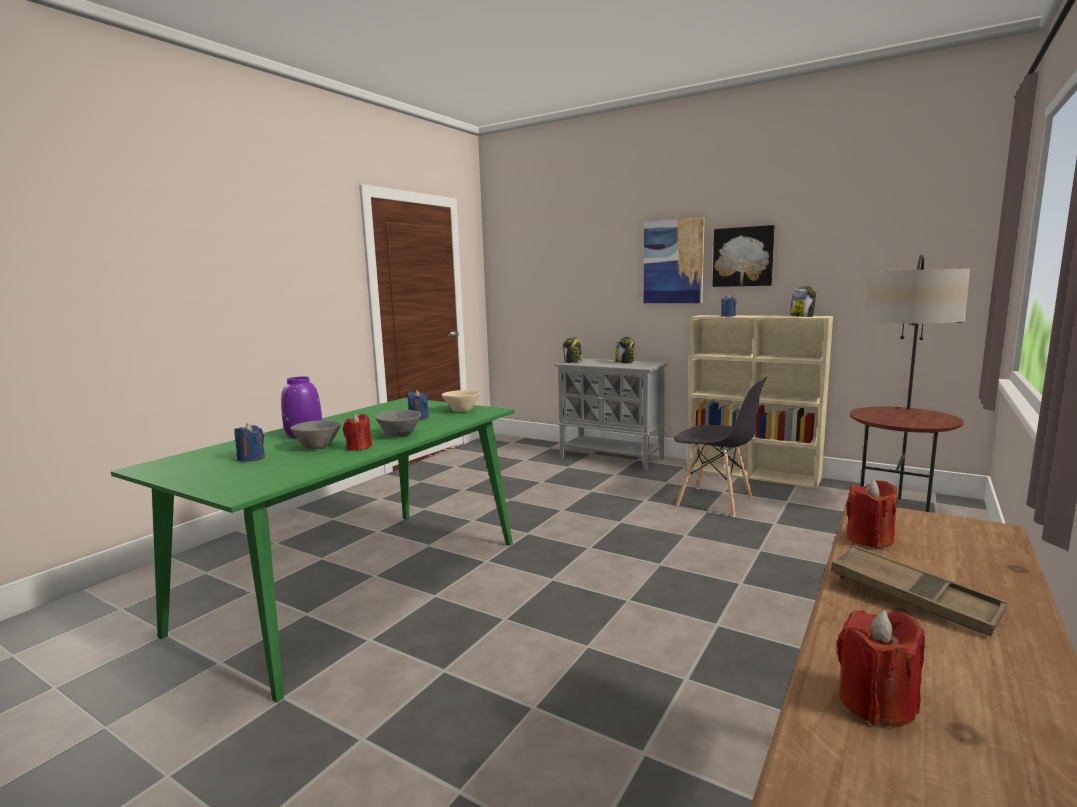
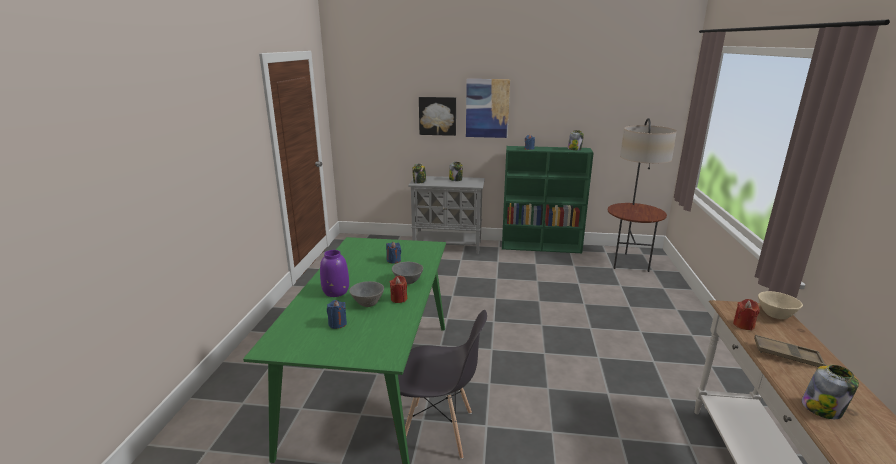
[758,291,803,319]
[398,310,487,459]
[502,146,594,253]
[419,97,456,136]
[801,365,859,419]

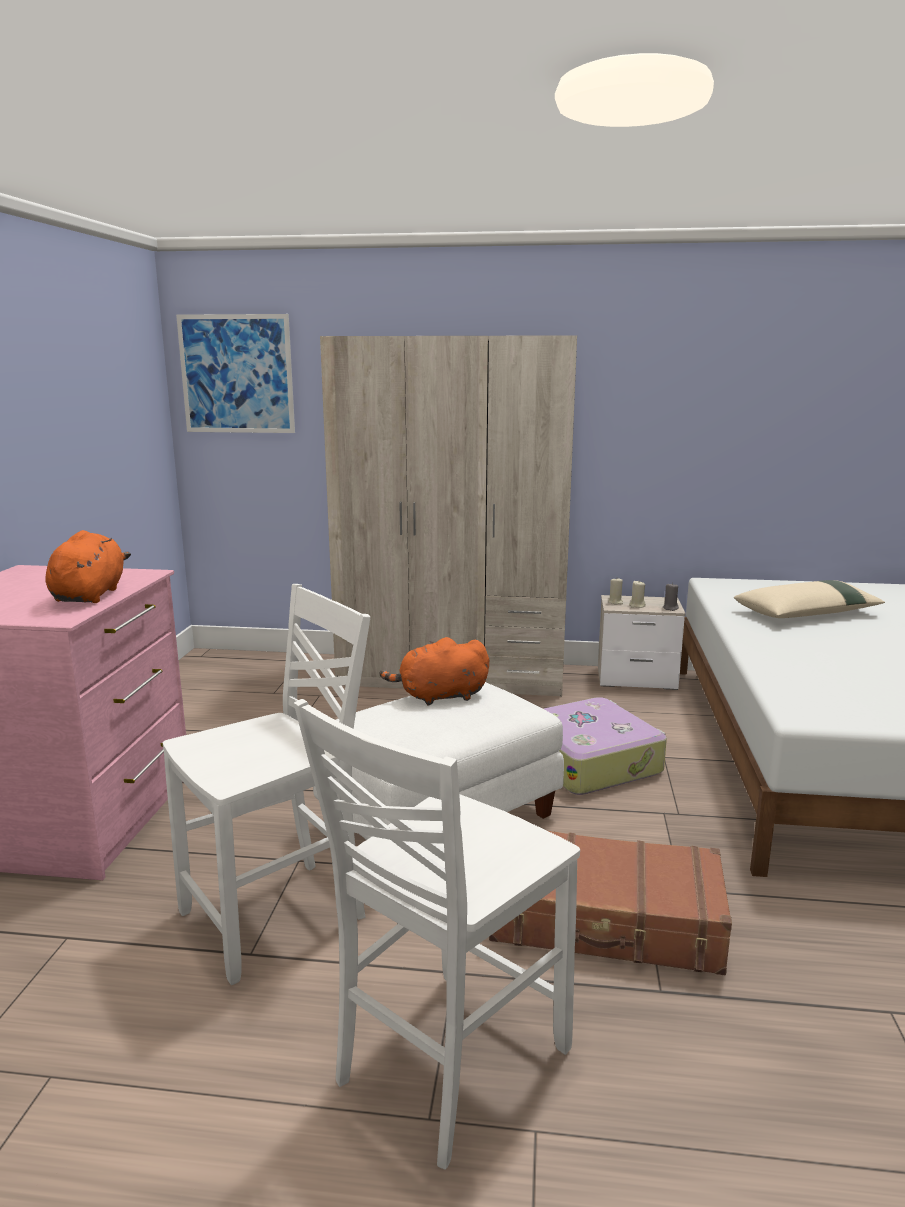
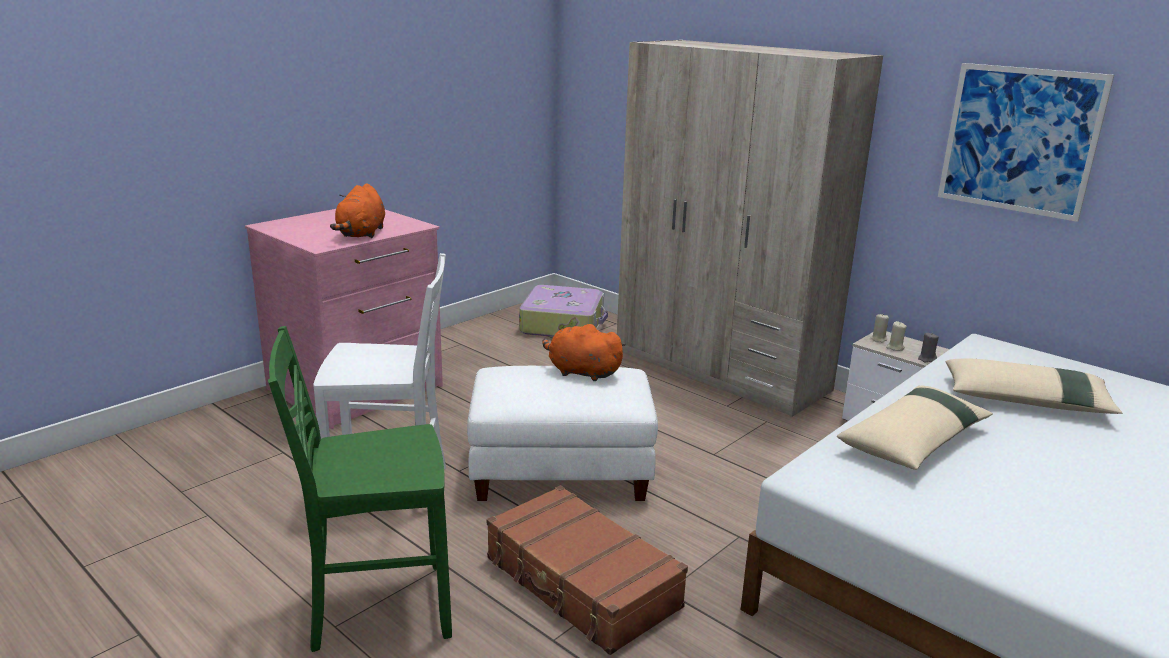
[330,184,385,238]
[938,63,1114,222]
[268,326,452,652]
[519,285,608,337]
[837,386,993,470]

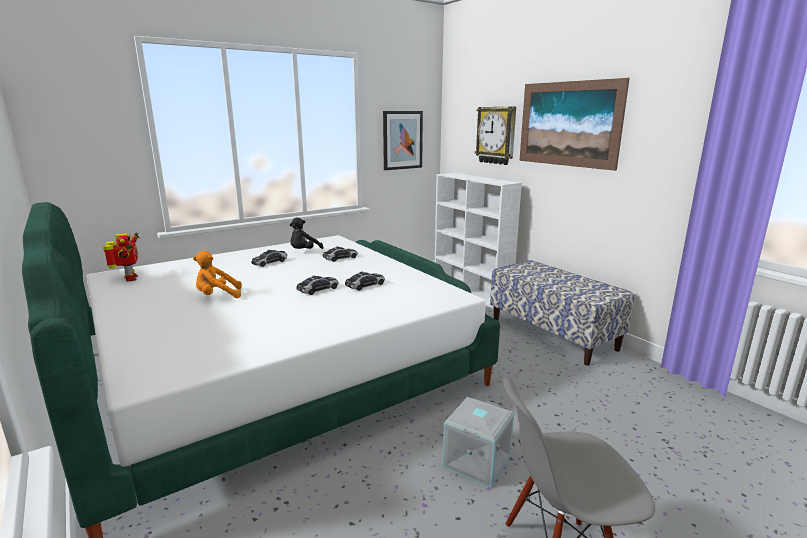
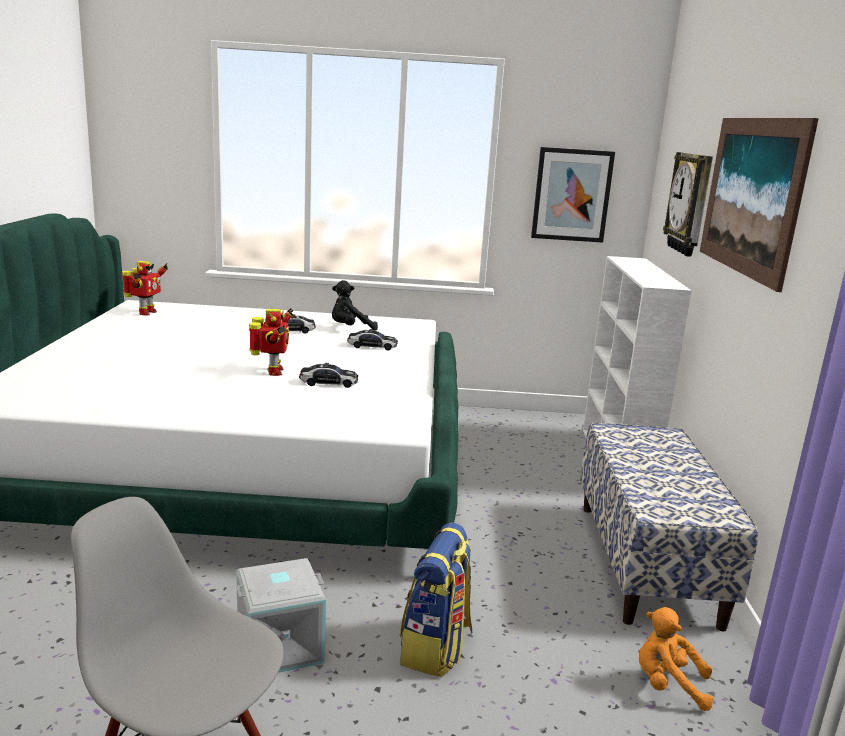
[639,607,714,711]
[249,308,294,376]
[400,522,472,677]

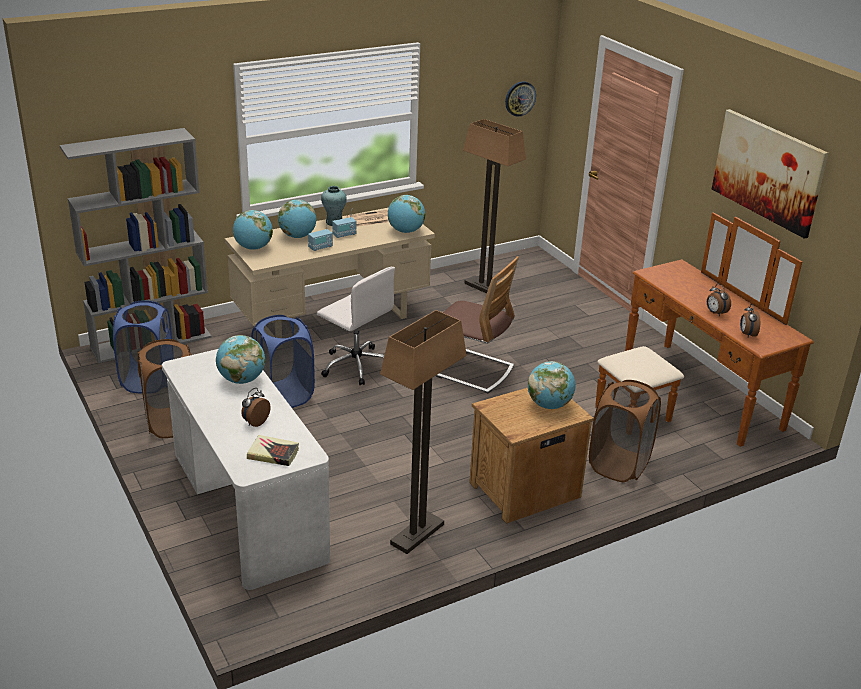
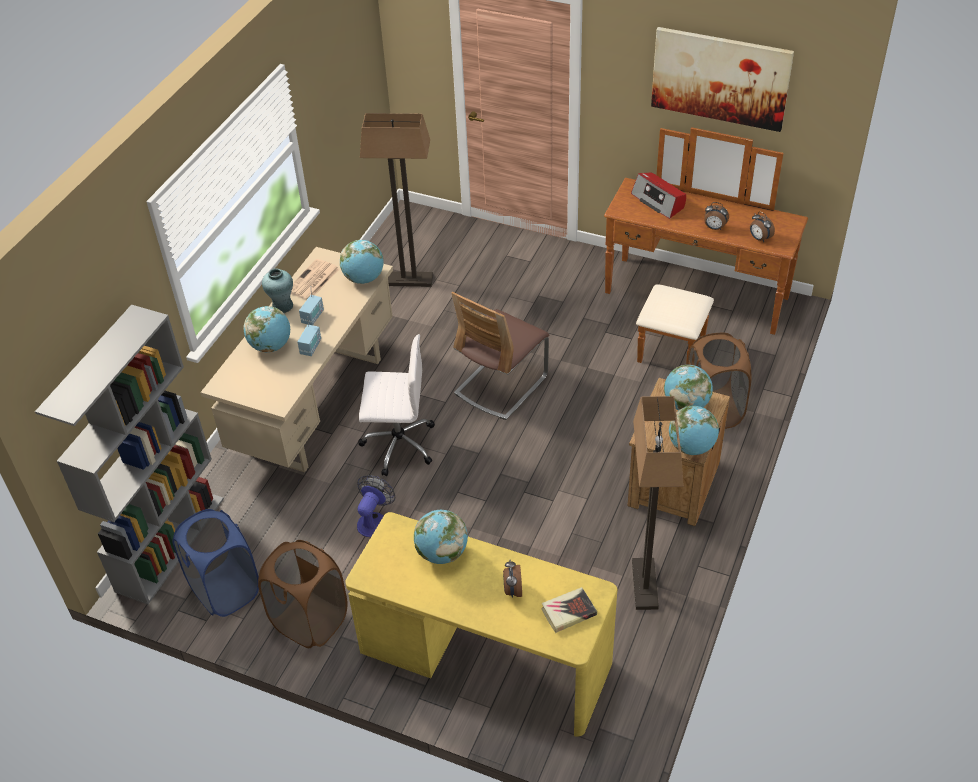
[345,512,618,736]
[669,405,719,455]
[357,475,395,537]
[451,292,549,420]
[505,81,536,117] (first image)
[631,172,686,219]

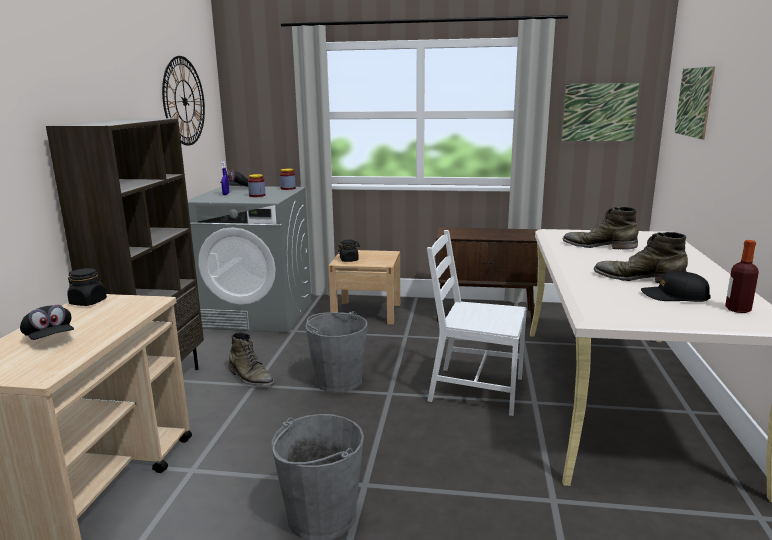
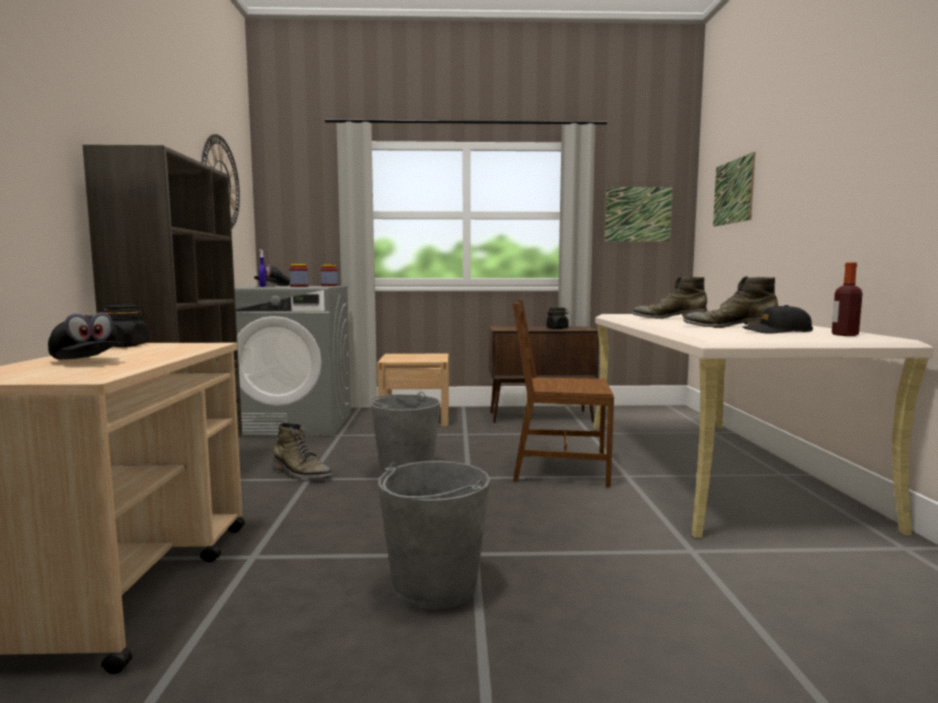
[547,307,569,329]
[513,300,614,488]

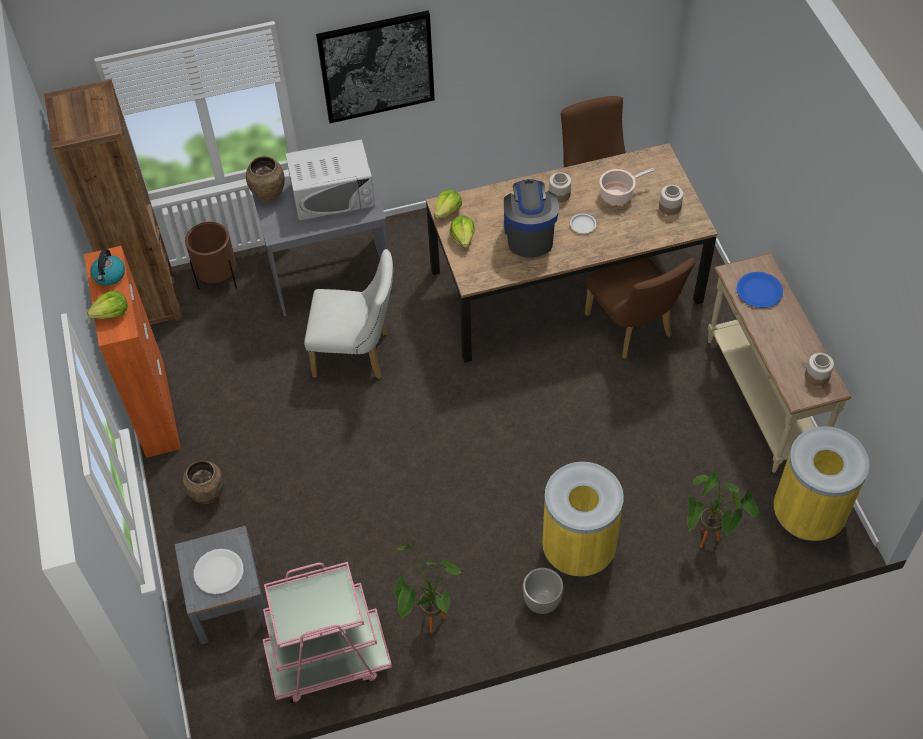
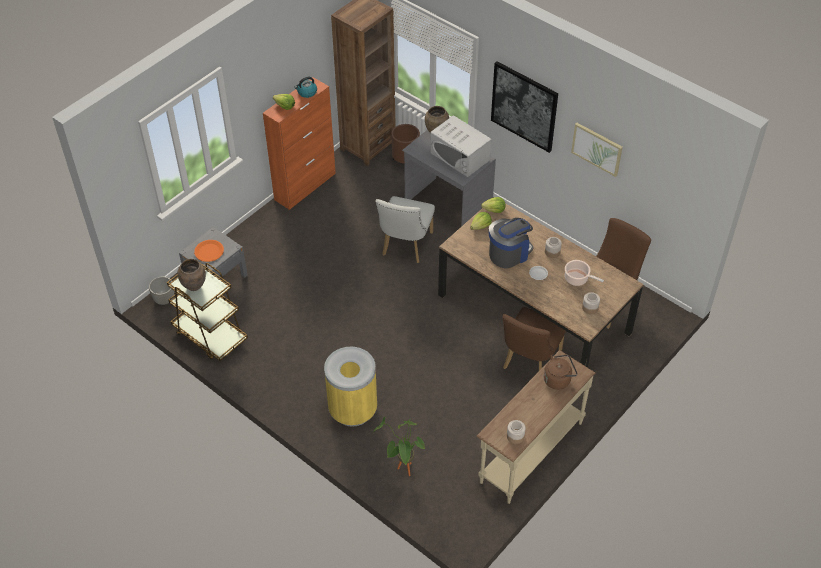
[178,259,206,291]
[194,240,224,262]
[167,263,248,361]
[376,196,435,263]
[393,539,462,633] (first image)
[149,277,174,305]
[544,355,577,390]
[774,426,870,541] (first image)
[571,123,623,177]

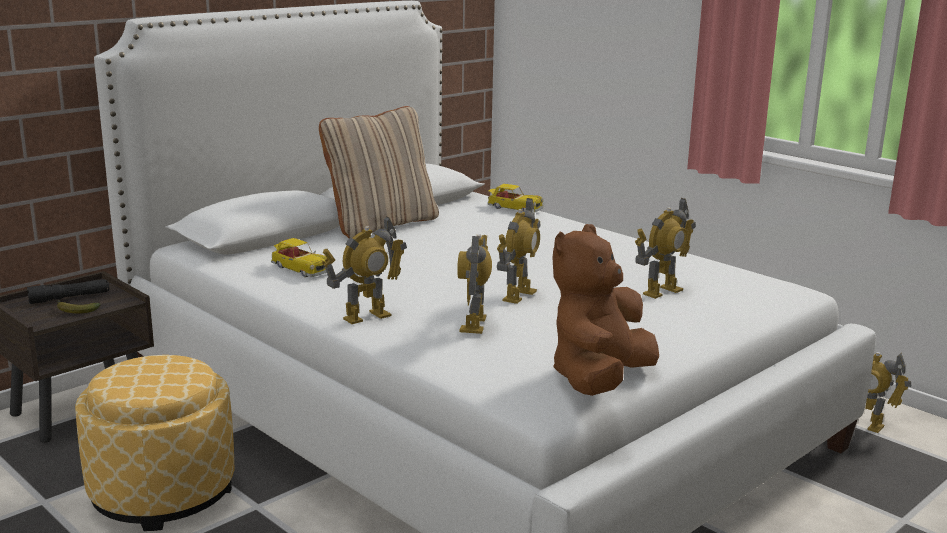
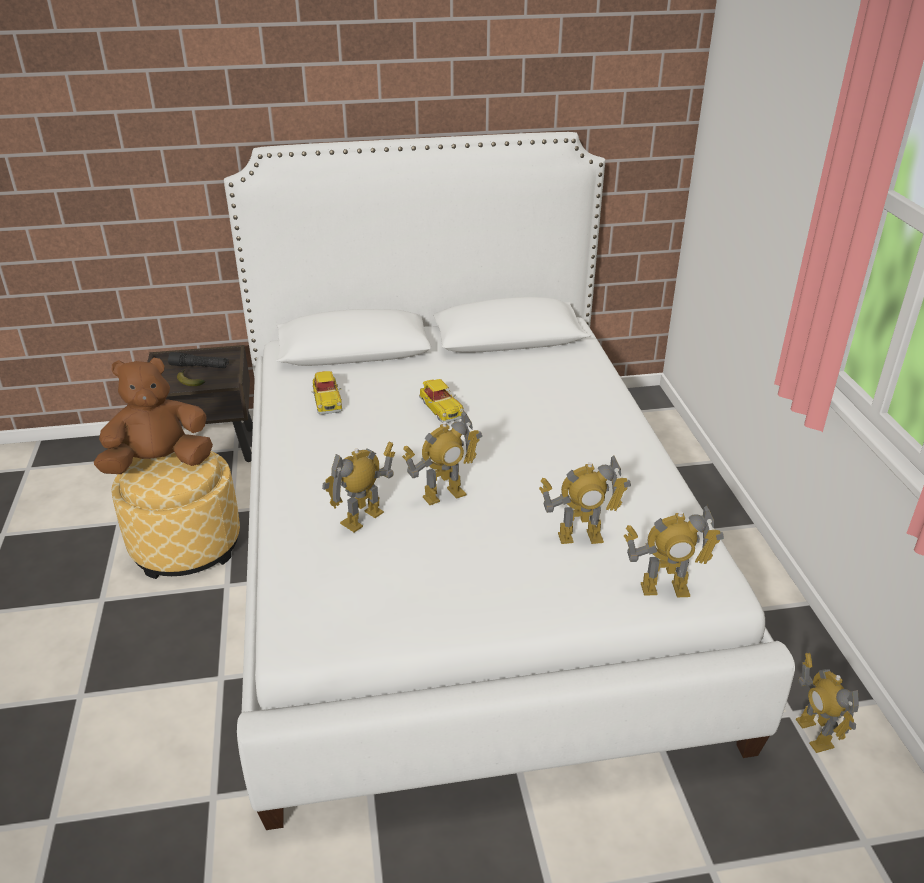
[319,106,439,238] (first image)
[624,505,724,597]
[419,379,464,423]
[94,357,213,474]

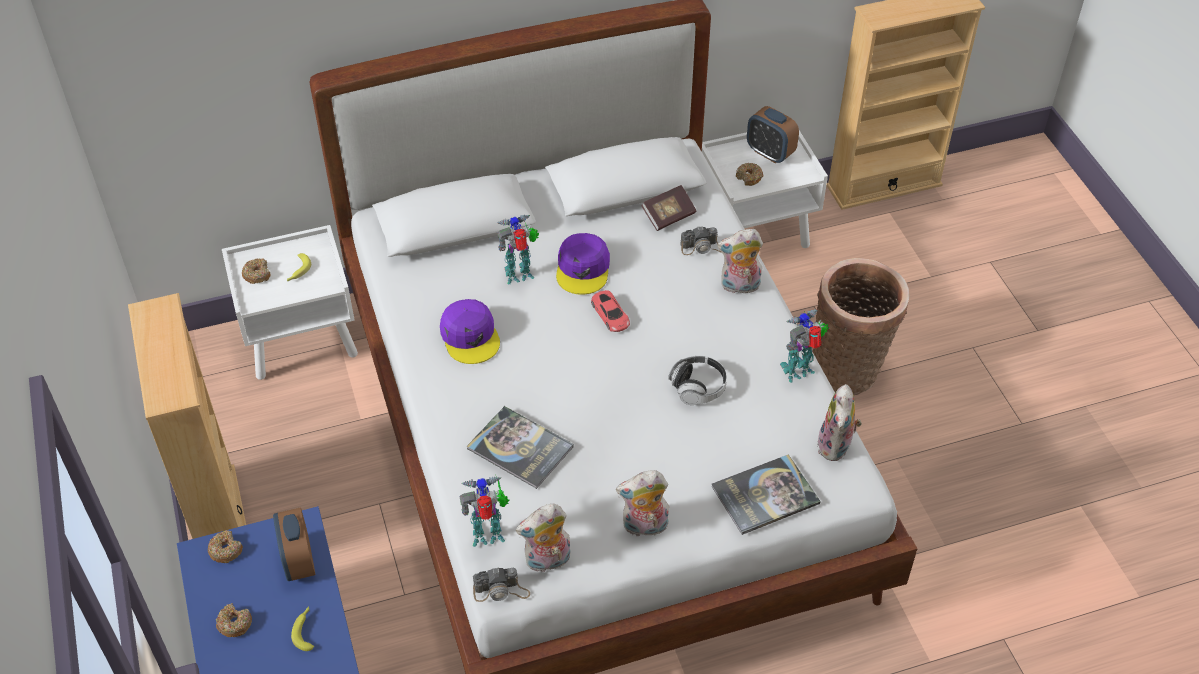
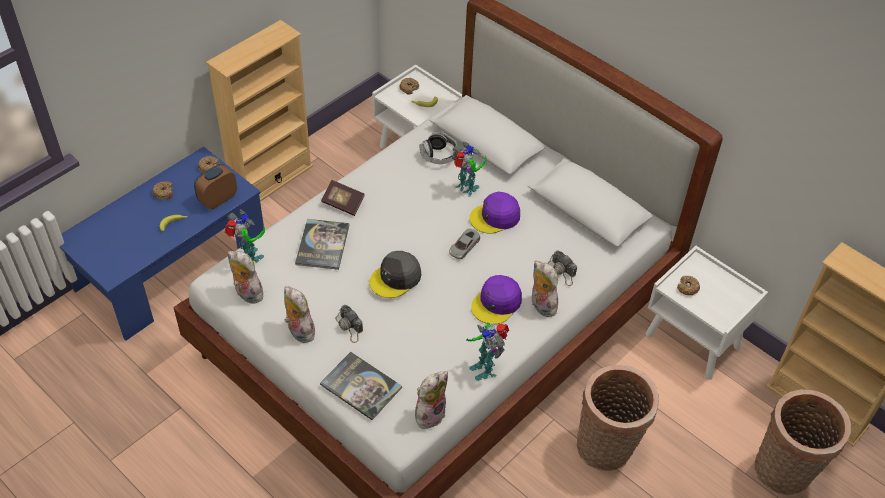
[471,275,522,324]
[335,305,363,343]
[449,229,480,259]
[321,180,365,216]
[420,132,457,164]
[747,106,799,163] (first image)
[466,322,509,381]
[415,371,448,432]
[369,251,421,298]
[754,389,851,495]

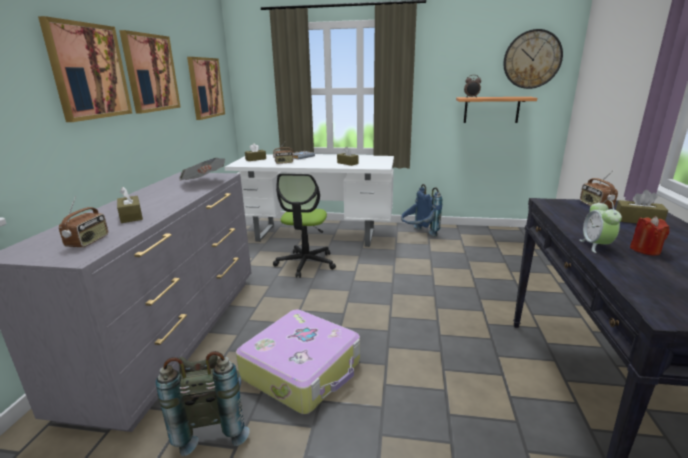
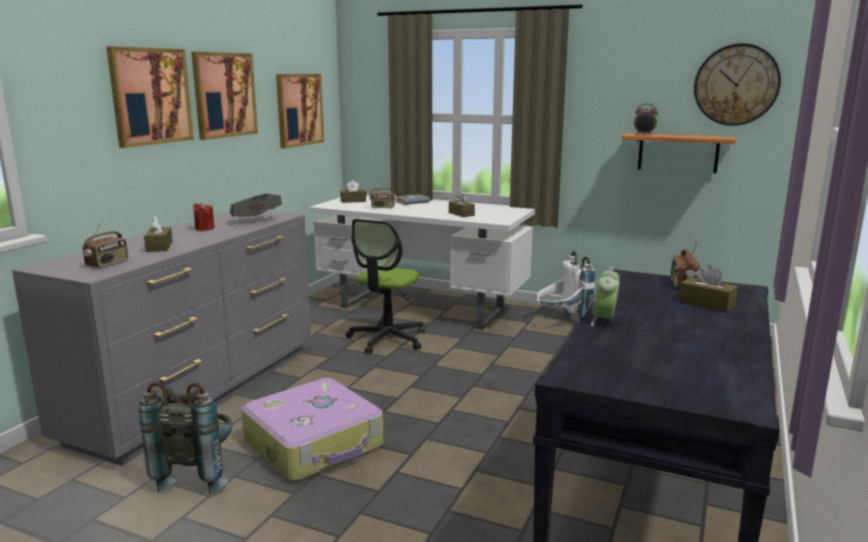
[536,251,595,324]
[193,202,214,231]

